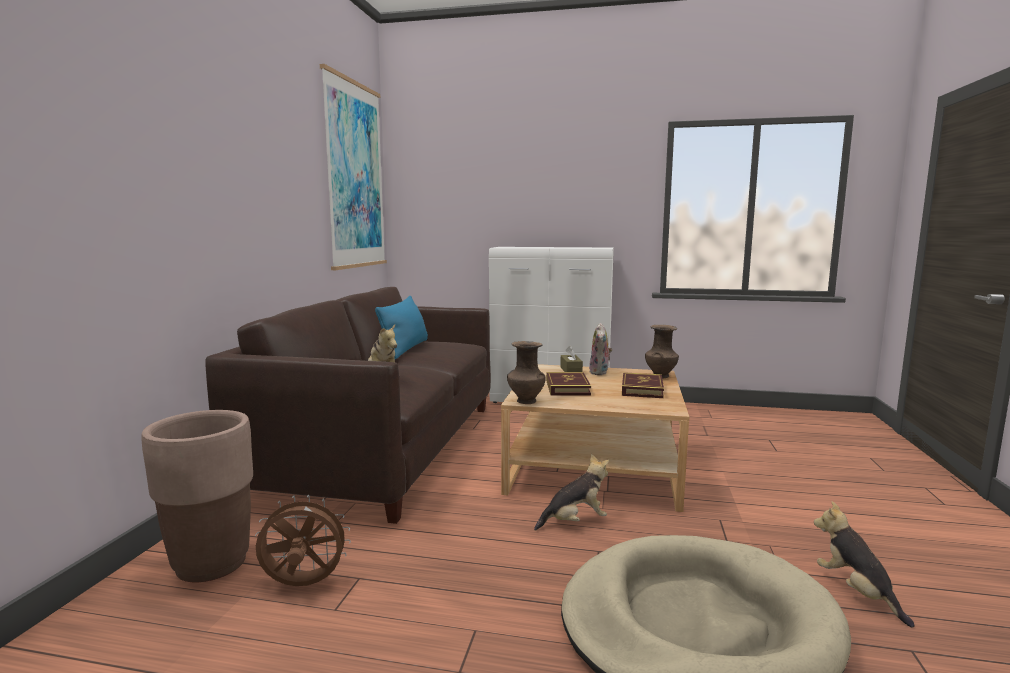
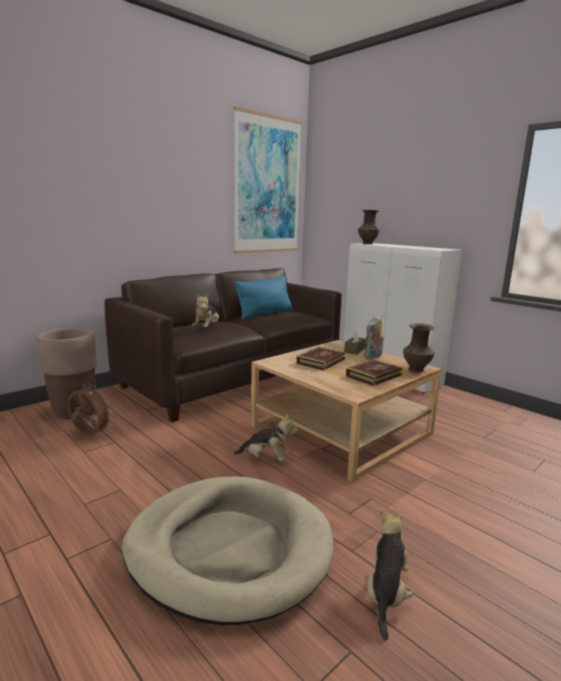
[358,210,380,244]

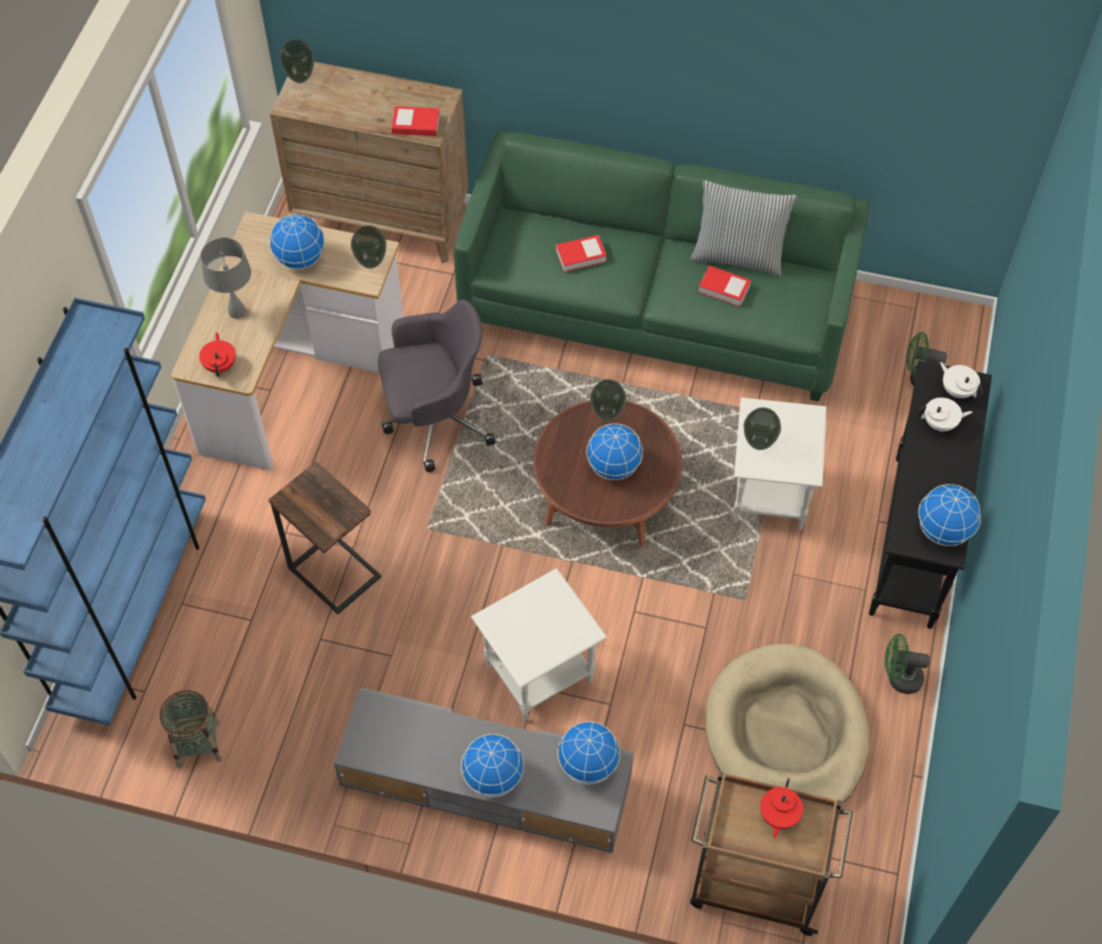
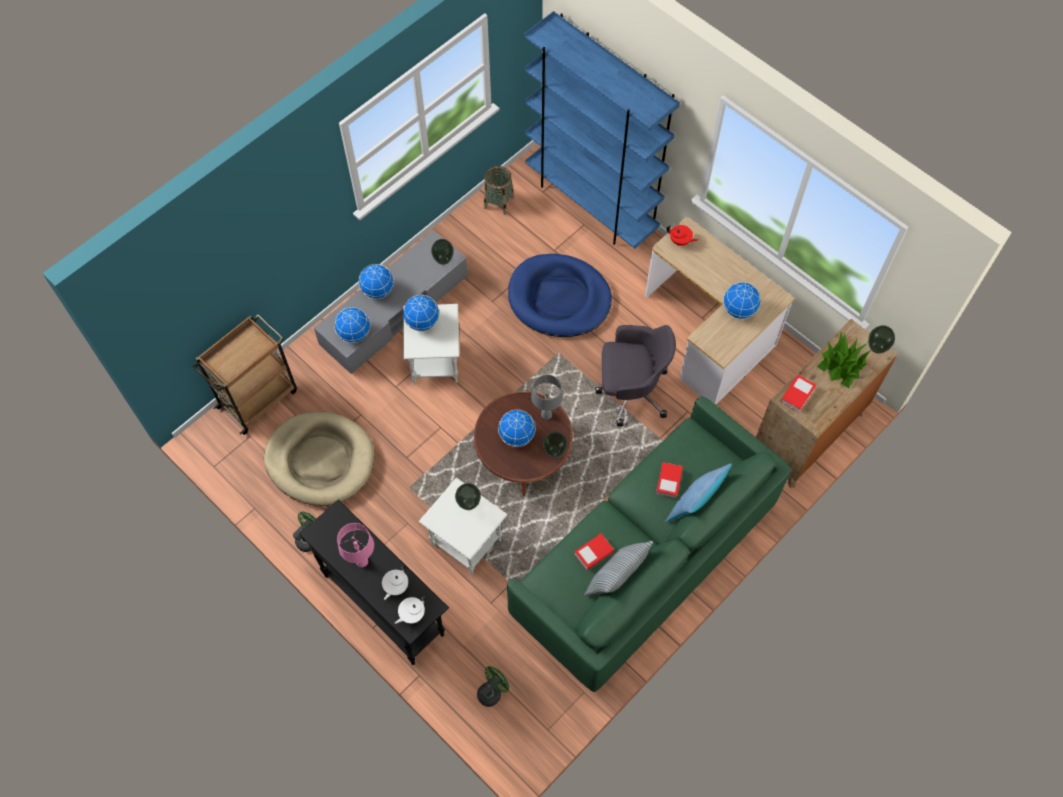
[531,375,563,420]
[508,254,612,337]
[431,239,454,265]
[595,325,676,426]
[760,778,803,838] (first image)
[403,295,439,332]
[395,597,426,624]
[337,523,374,567]
[665,463,732,522]
[816,332,872,388]

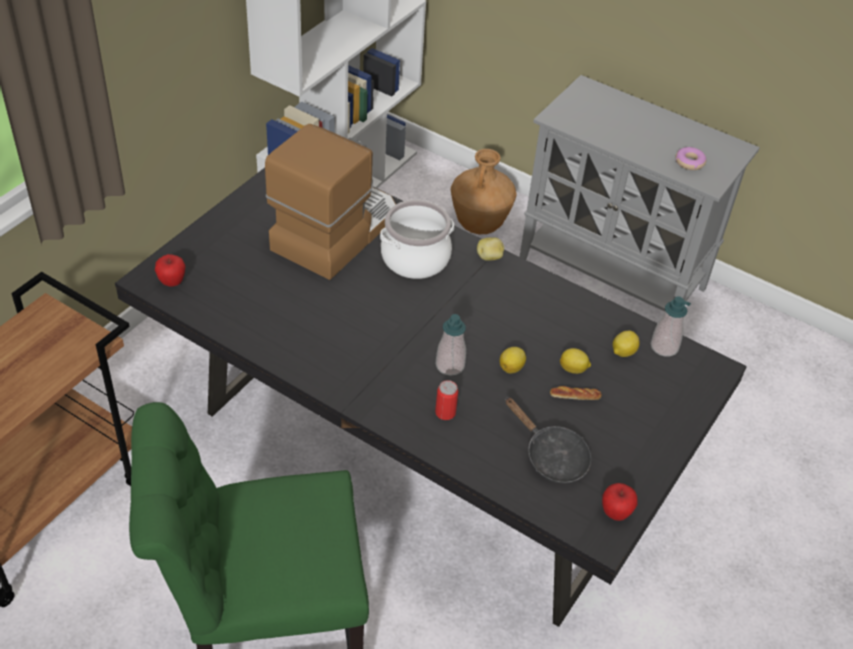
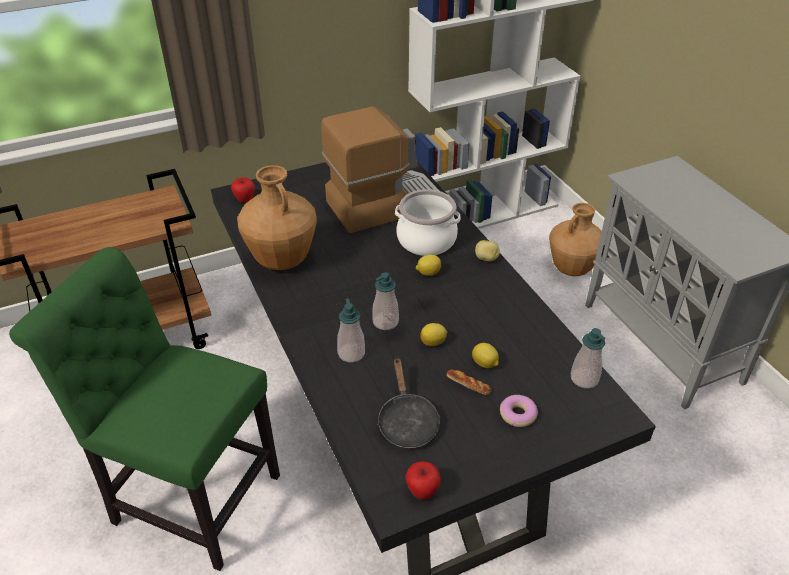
[337,298,365,362]
[416,254,441,276]
[500,395,538,427]
[237,165,317,270]

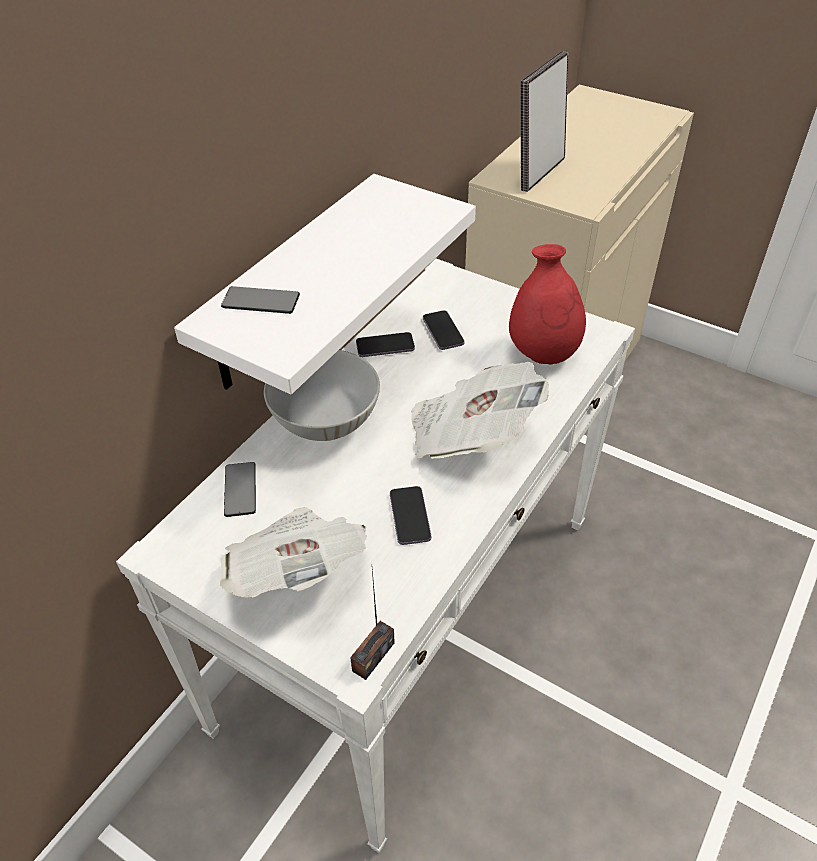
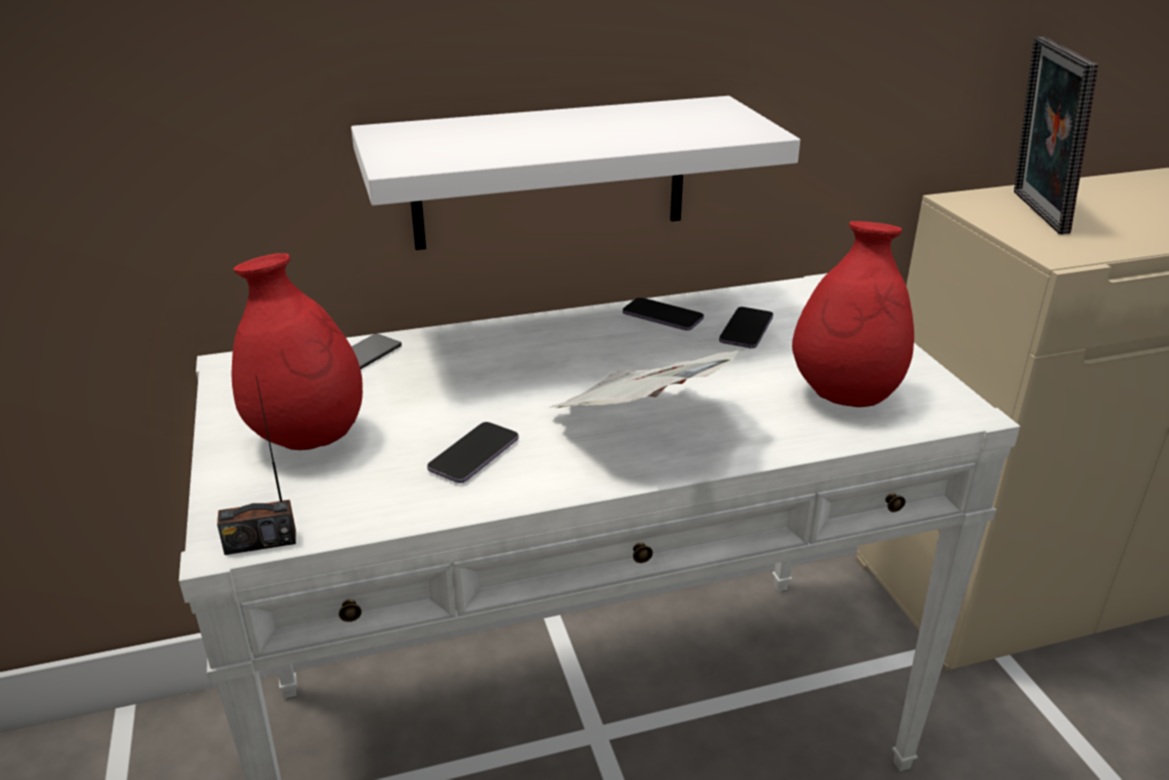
[232,253,363,450]
[221,286,300,314] (first image)
[264,350,380,441] (first image)
[1014,36,1098,234]

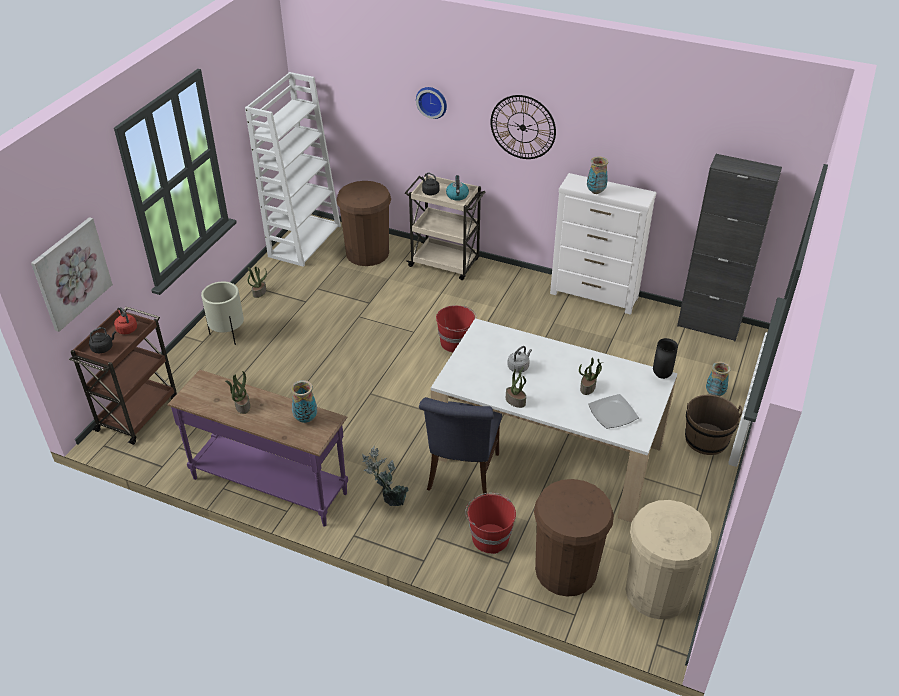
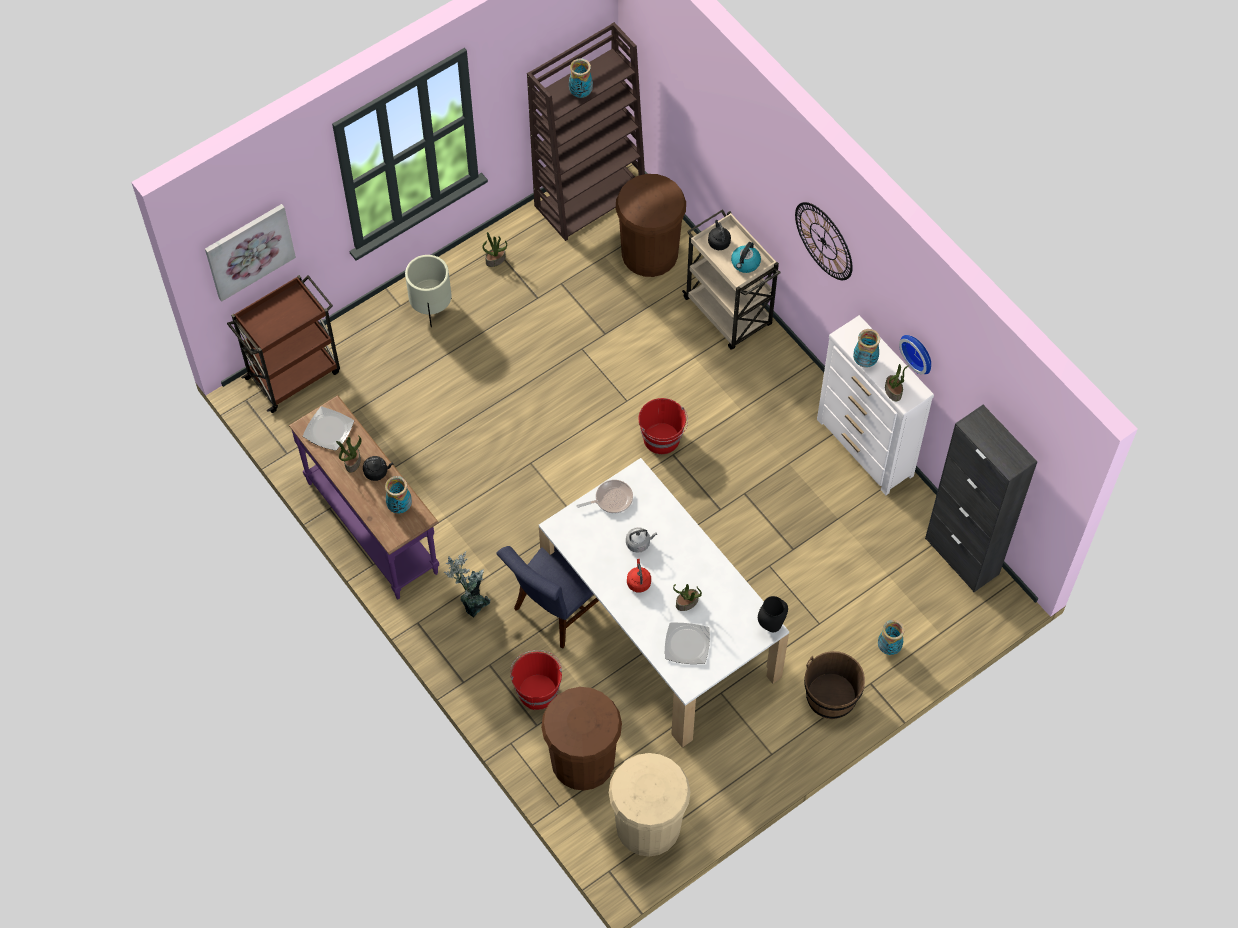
[363,456,394,481]
[627,559,651,592]
[527,22,645,241]
[899,335,931,374]
[885,364,909,401]
[303,406,354,451]
[569,58,593,98]
[577,480,633,513]

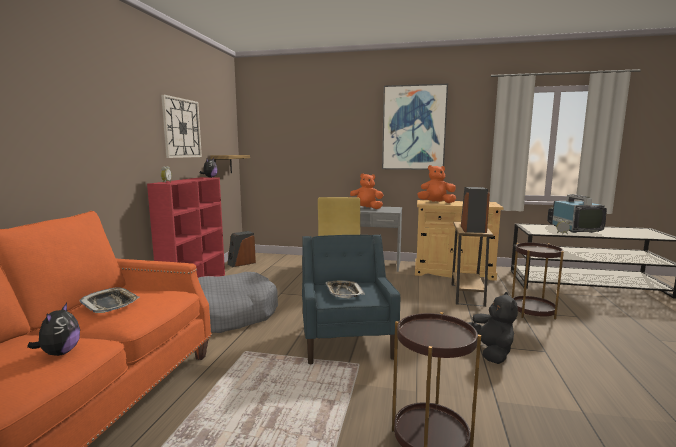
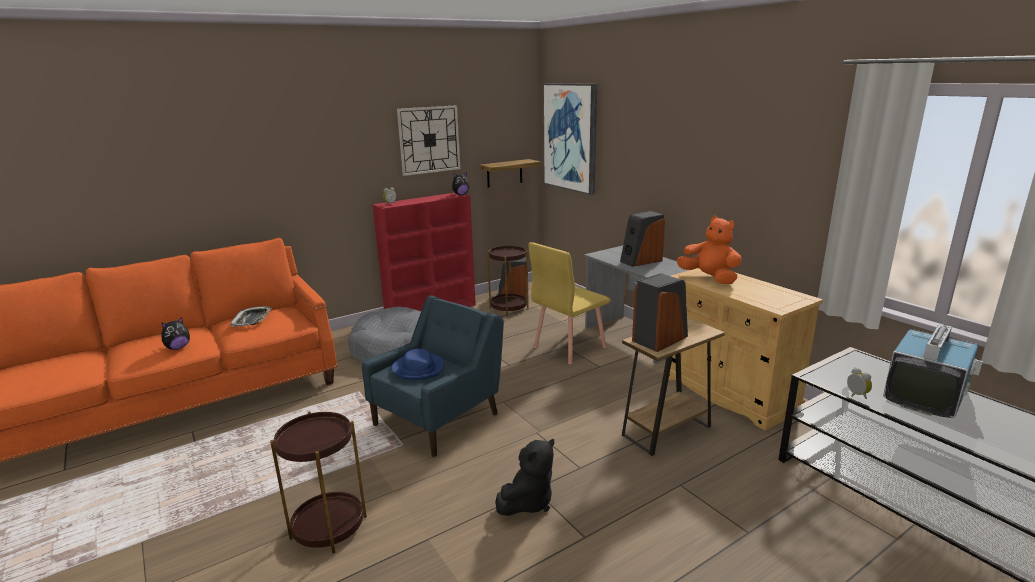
[392,349,445,380]
[620,211,665,267]
[543,83,597,195]
[487,245,529,315]

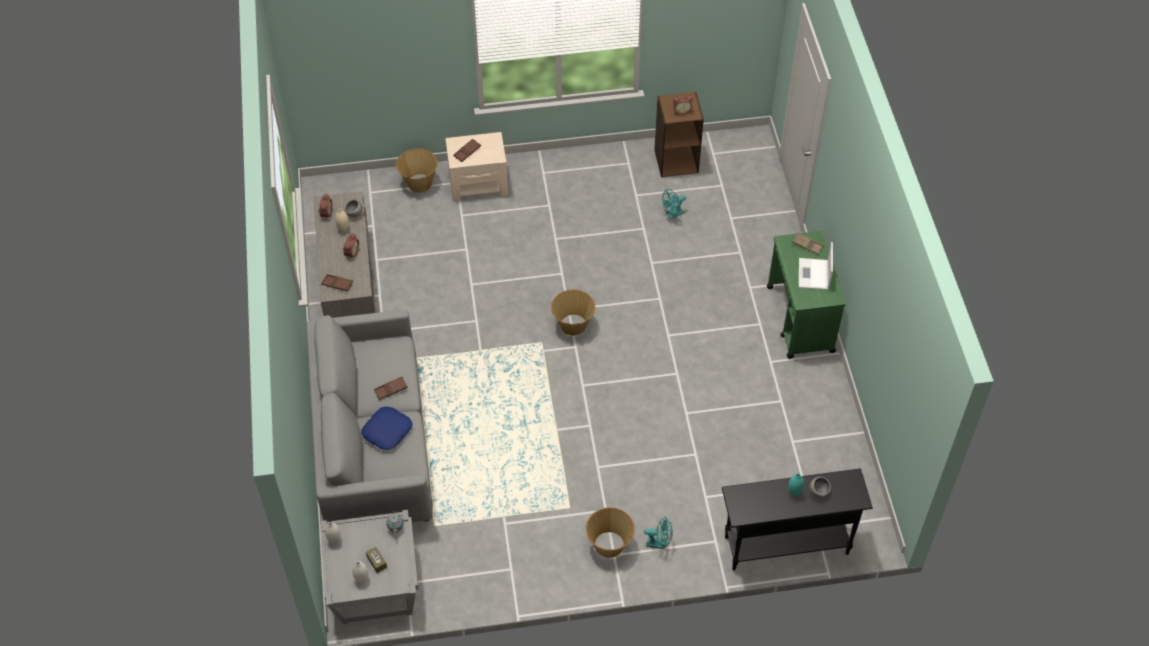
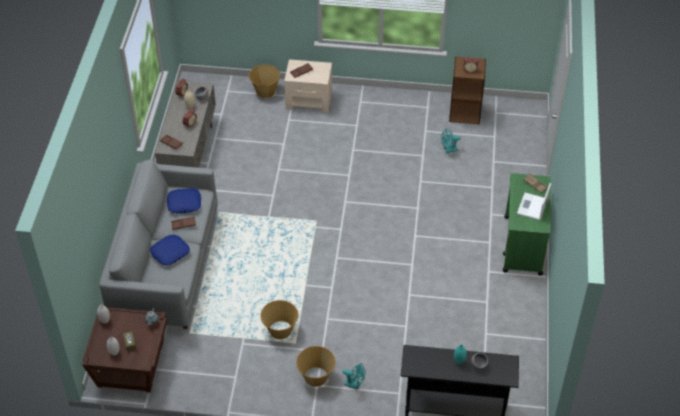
[82,307,167,393]
[261,300,298,339]
[167,188,201,213]

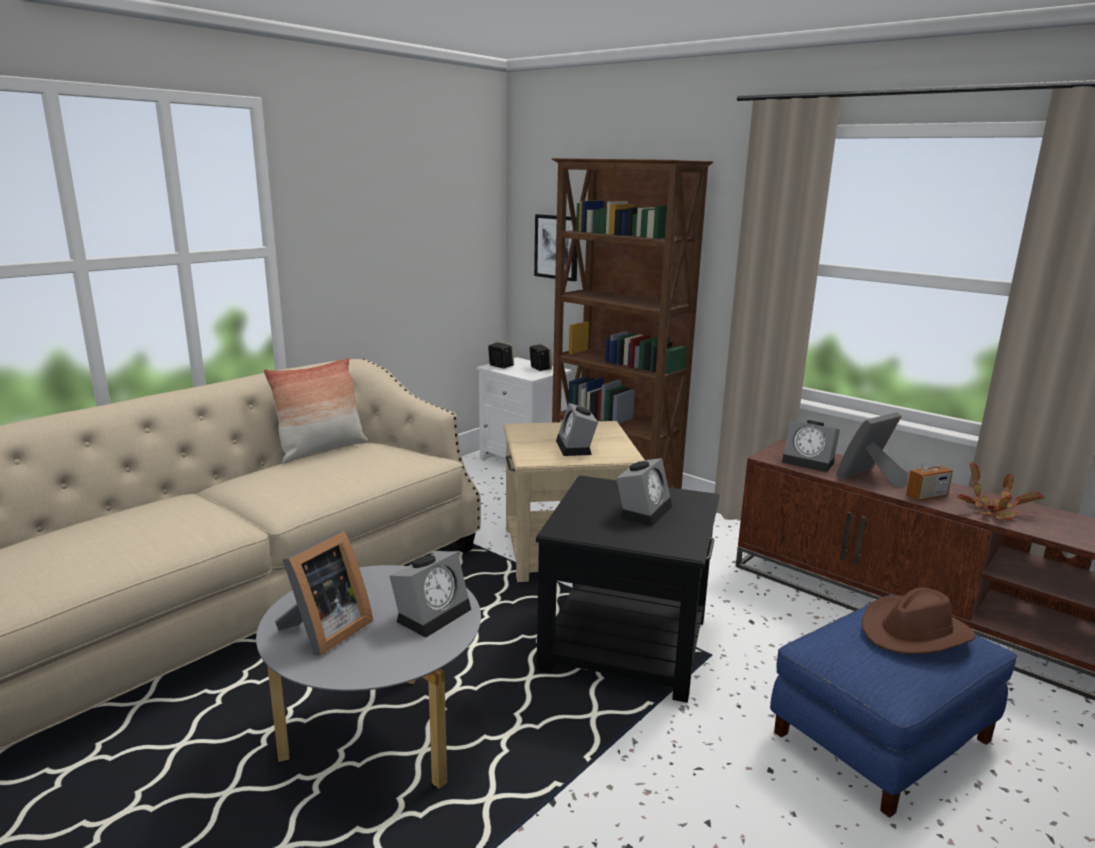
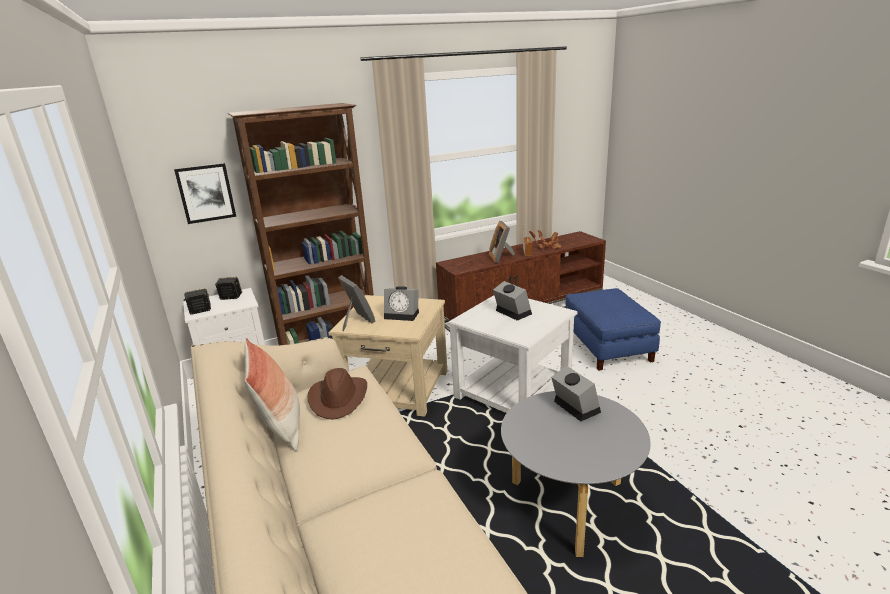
[338,275,375,331]
[447,295,578,413]
[782,420,840,472] (first image)
[308,368,367,420]

